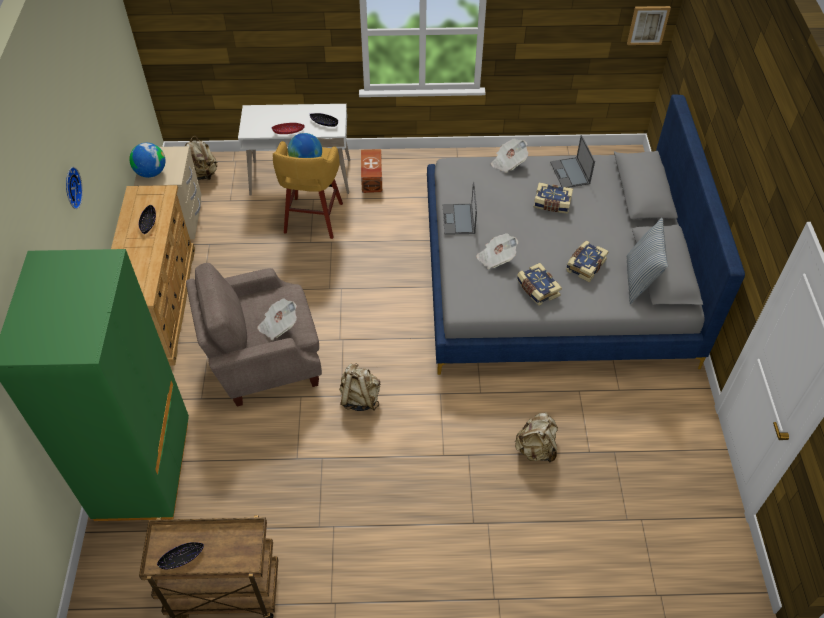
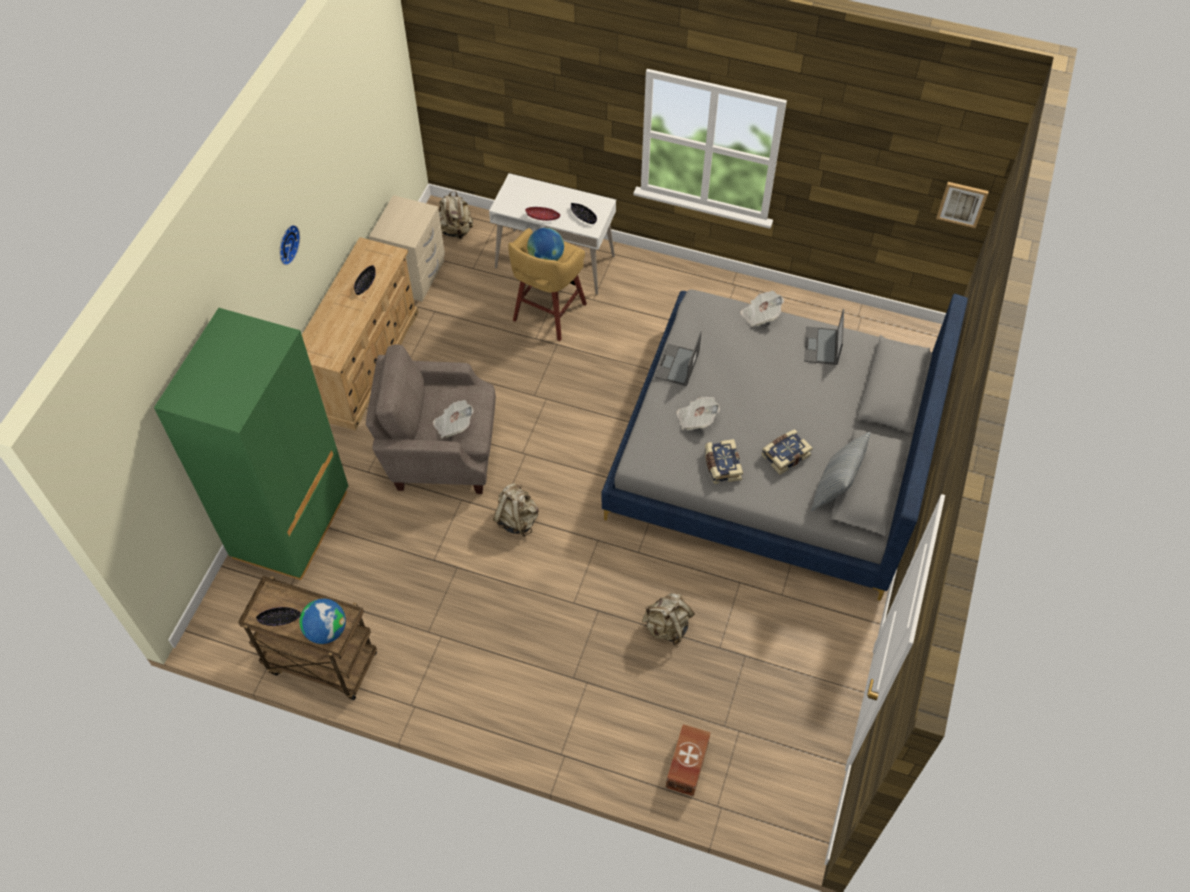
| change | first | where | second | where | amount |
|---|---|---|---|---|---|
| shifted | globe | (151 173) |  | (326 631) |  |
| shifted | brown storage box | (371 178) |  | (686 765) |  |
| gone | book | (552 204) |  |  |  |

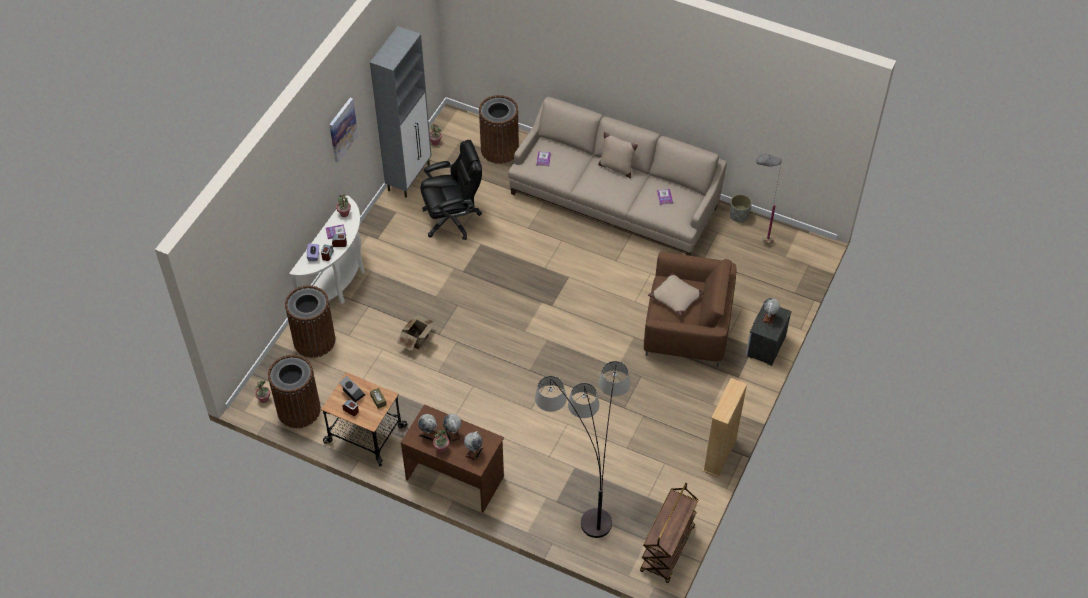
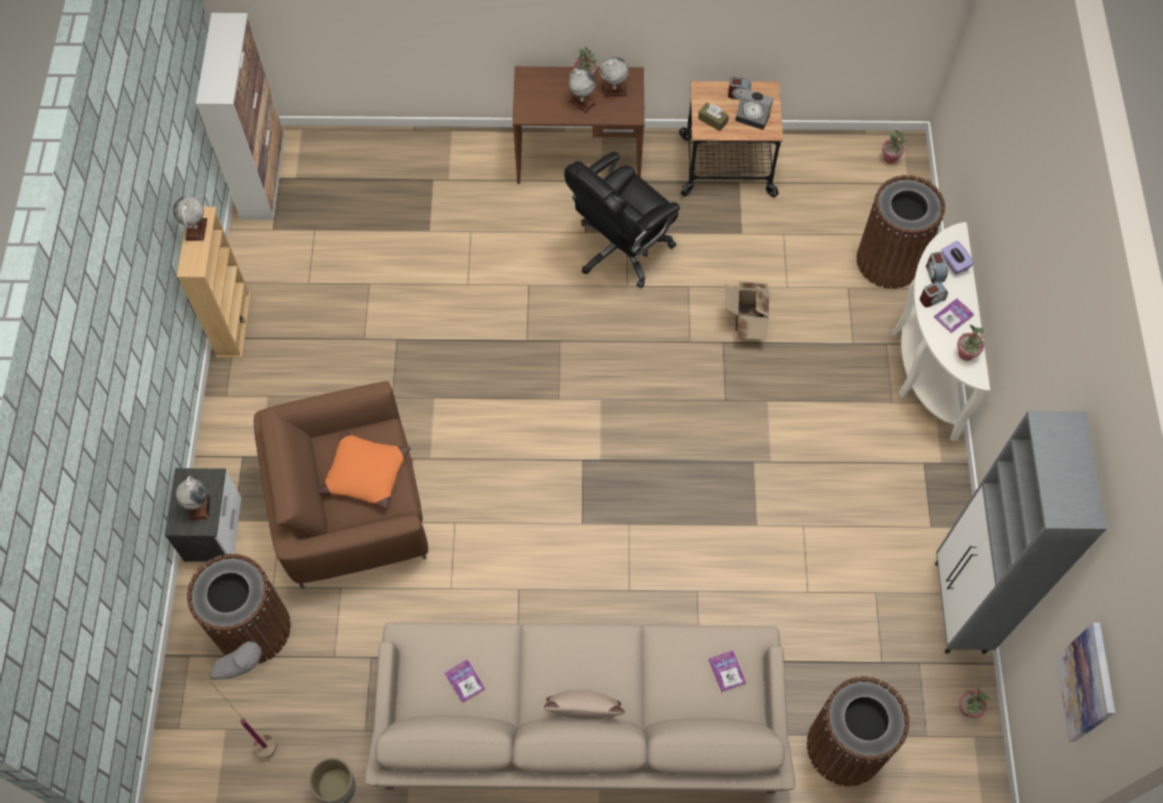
| change | first | where | second | where | amount |
|---|---|---|---|---|---|
| shifted | picture | (342 129) |  | (1087 683) |  |
| shifted | black office chair | (452 218) |  | (621 249) |  |
| repainted | beige pillow | (676 297) | orange pillow | (365 474) |  |
| shifted | brown trash can | (298 409) |  | (253 628) |  |
| gone | floor lamp | (584 491) |  |  |  |
| shifted | globe | (474 452) |  | (196 229) |  |
| swapped | brown cart | (667 550) | cabinet | (263 176) |  |

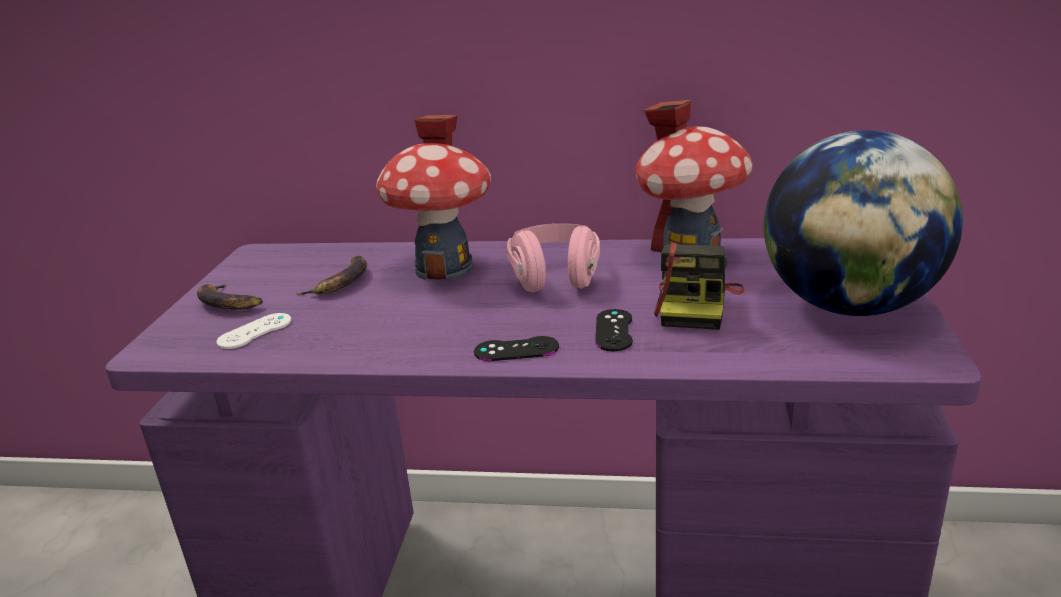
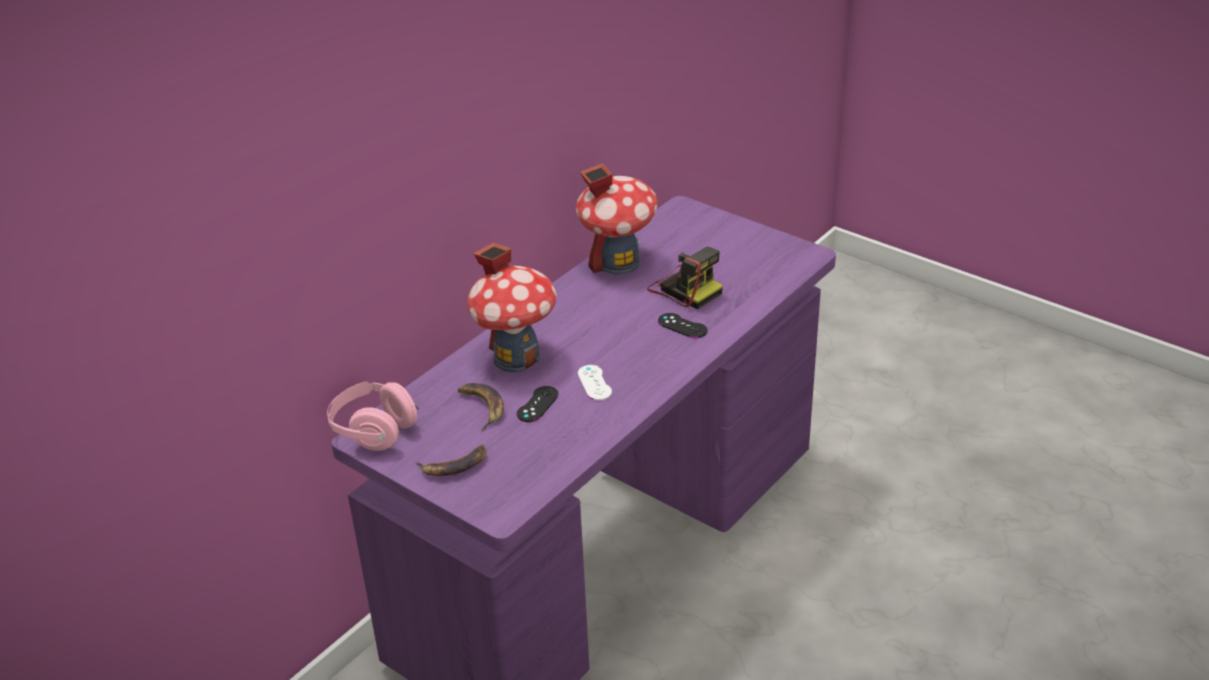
| change | first | where | second | where | amount |
|---|---|---|---|---|---|
| gone | globe | (849 305) |  |  |  |
| shifted | pink headphones | (555 278) |  | (374 431) |  |
| shifted | white game controller | (255 331) |  | (594 383) |  |
| shifted | black game controller | (516 349) |  | (537 404) |  |

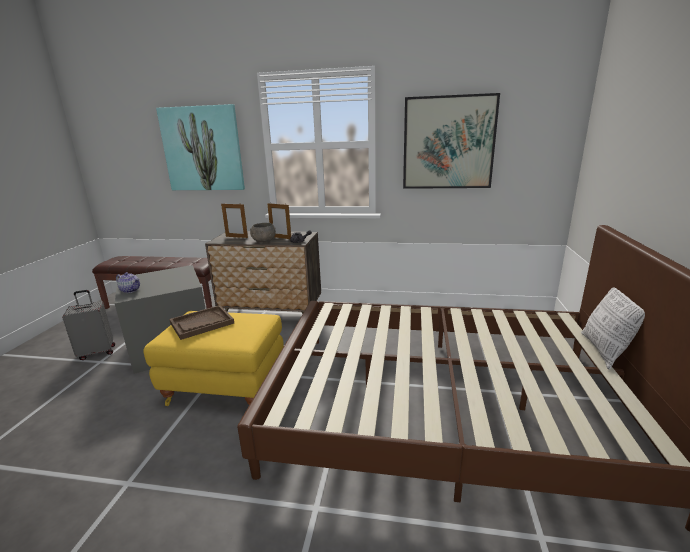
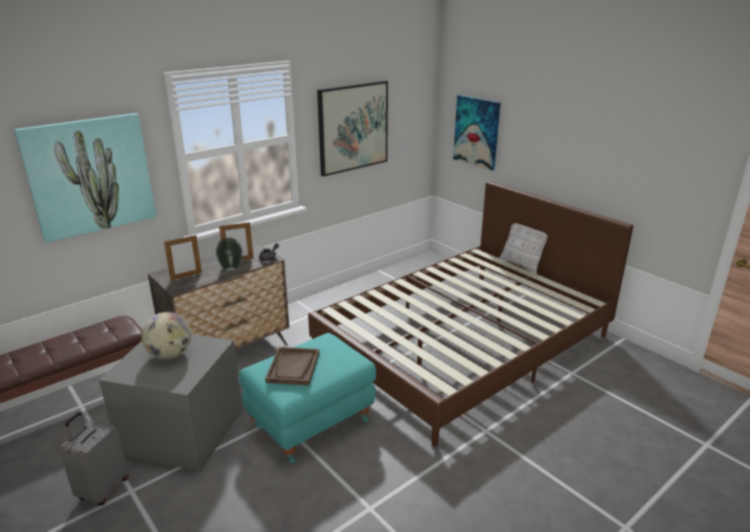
| change | first | where | second | where | amount |
|---|---|---|---|---|---|
| swapped | grey bowl | (263 241) | vase | (231 270) |  |
| gone | teapot | (131 290) |  |  |  |
| repainted | yellow ottoman | (226 386) | turquoise ottoman | (310 421) |  |
| new |  |  | picture | (476 132) |  |
| new |  |  | globe | (170 355) |  |

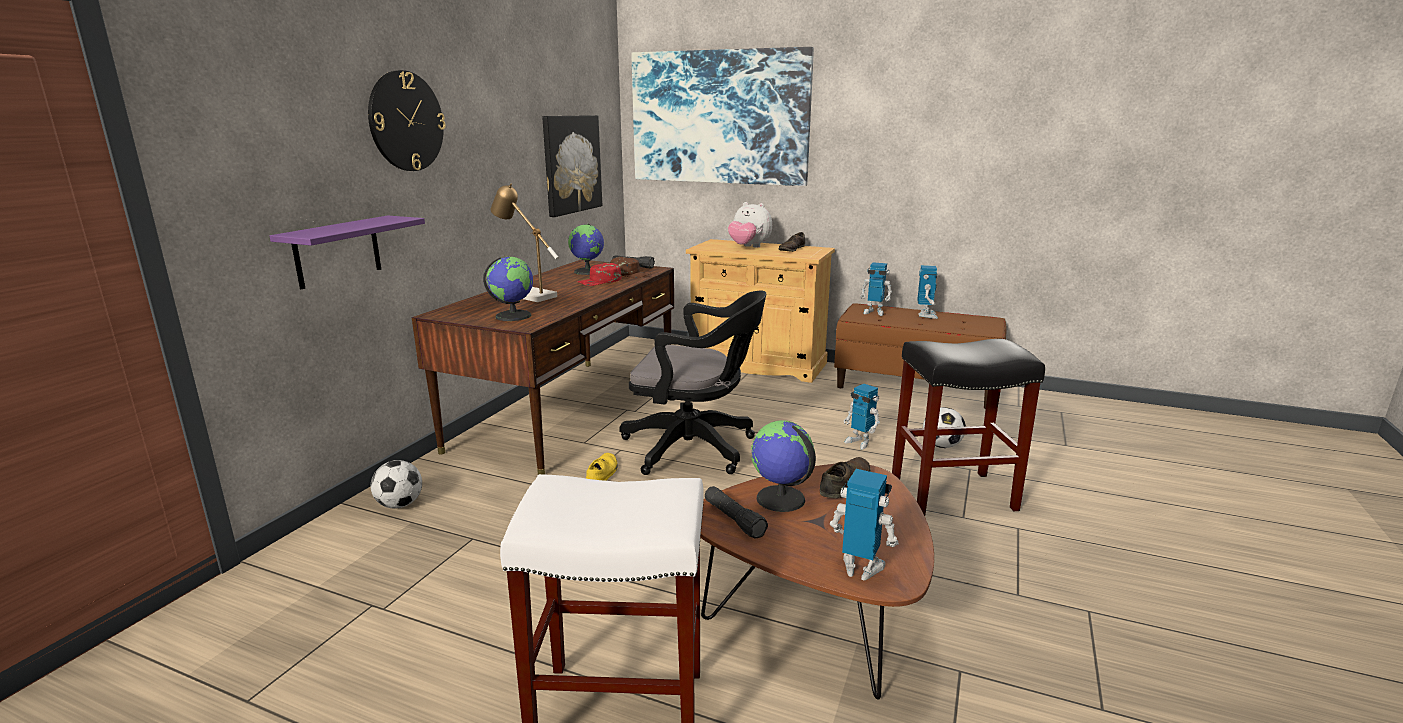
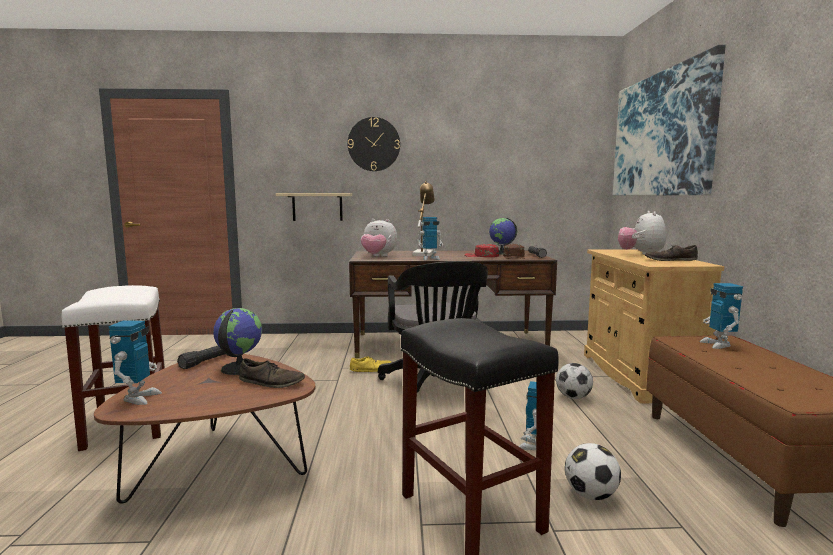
| change | first | where | second | where | amount |
|---|---|---|---|---|---|
| gone | picture | (571 164) |  |  |  |
| repainted | purple shelf | (337 251) | beige shelf | (317 207) |  |
| swapped | globe | (513 316) | plush toy | (378 256) |  |
| shifted | toy robot | (926 315) |  | (430 259) |  |
| shifted | football | (400 505) |  | (573 397) |  |

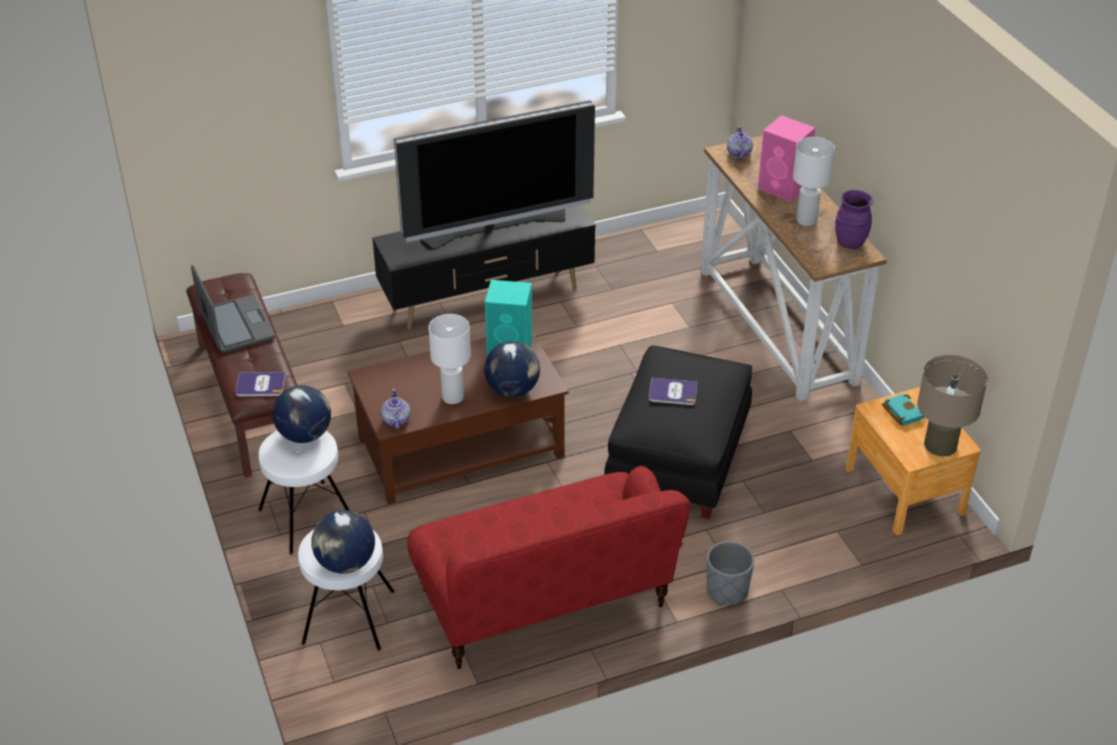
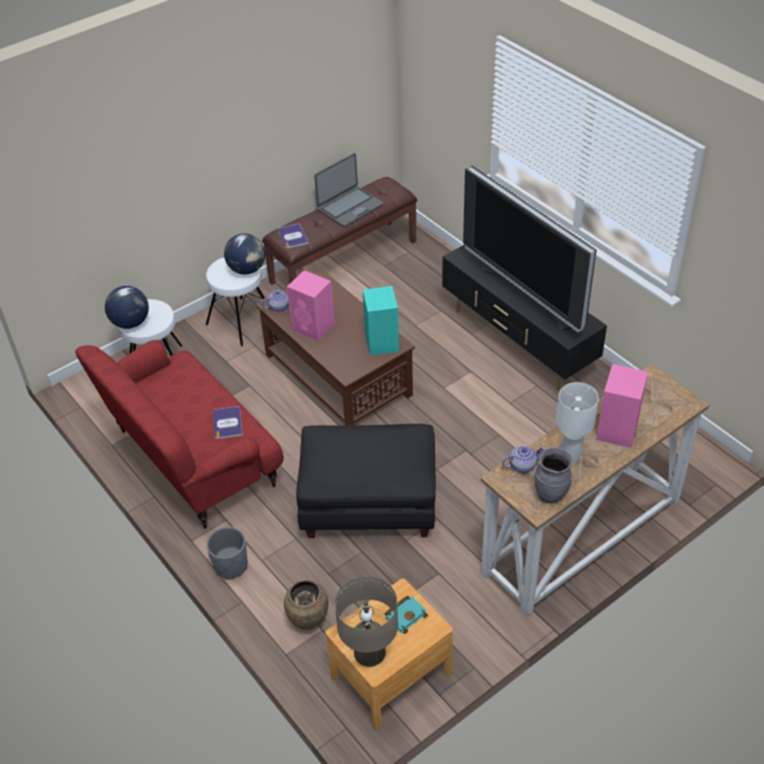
| change | first | where | second | where | amount |
|---|---|---|---|---|---|
| shifted | teapot | (738 153) |  | (522 465) |  |
| repainted | purple vase | (850 242) | grey vase | (551 494) |  |
| swapped | white table lamp | (453 397) | pink speaker | (314 327) |  |
| gone | globe | (513 390) |  |  |  |
| shifted | book | (673 392) |  | (227 423) |  |
| new |  |  | brown vase | (308 621) |  |

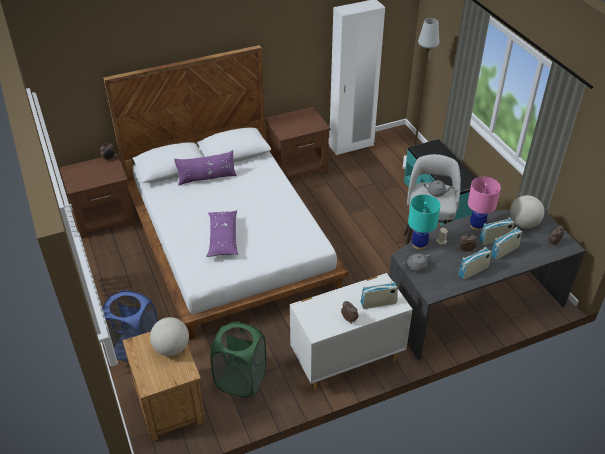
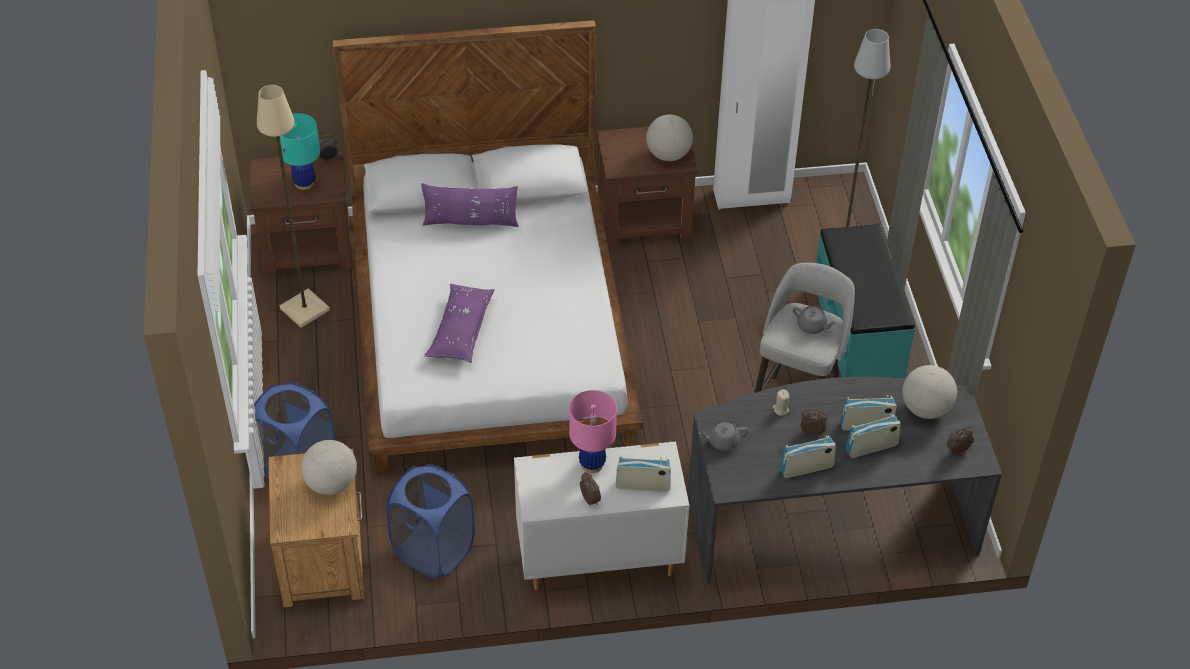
| change | first | where | second | where | amount |
|---|---|---|---|---|---|
| shifted | pink table lamp | (477 226) |  | (592 464) |  |
| shifted | turquoise table lamp | (419 245) |  | (304 183) |  |
| repainted | green laundry basket | (240 380) | blue laundry basket | (433 551) |  |
| new |  |  | beige floor lamp | (304 308) |  |
| new |  |  | globe | (668 155) |  |

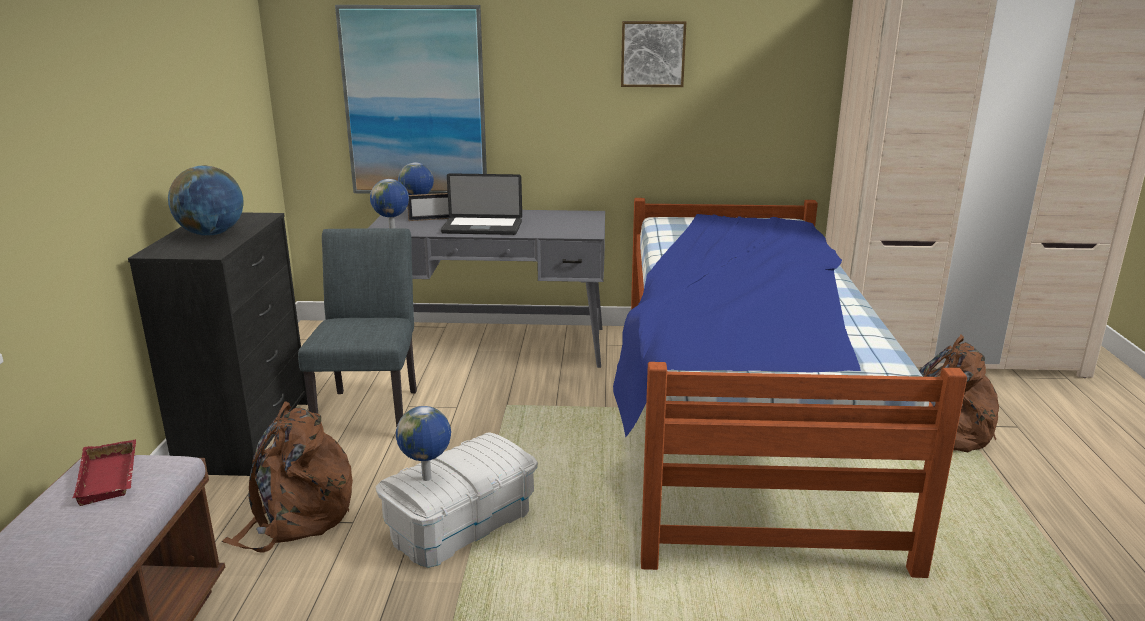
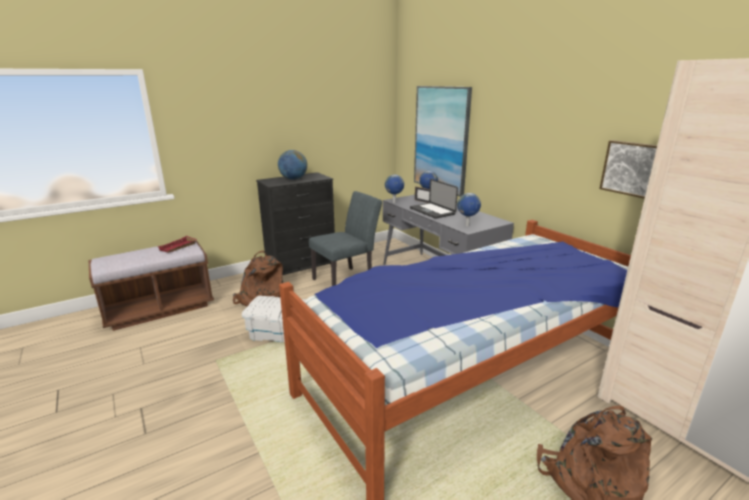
| change | first | where | second | where | amount |
|---|---|---|---|---|---|
| shifted | picture | (652 54) |  | (631 168) |  |
| shifted | globe | (427 478) |  | (467 226) |  |

